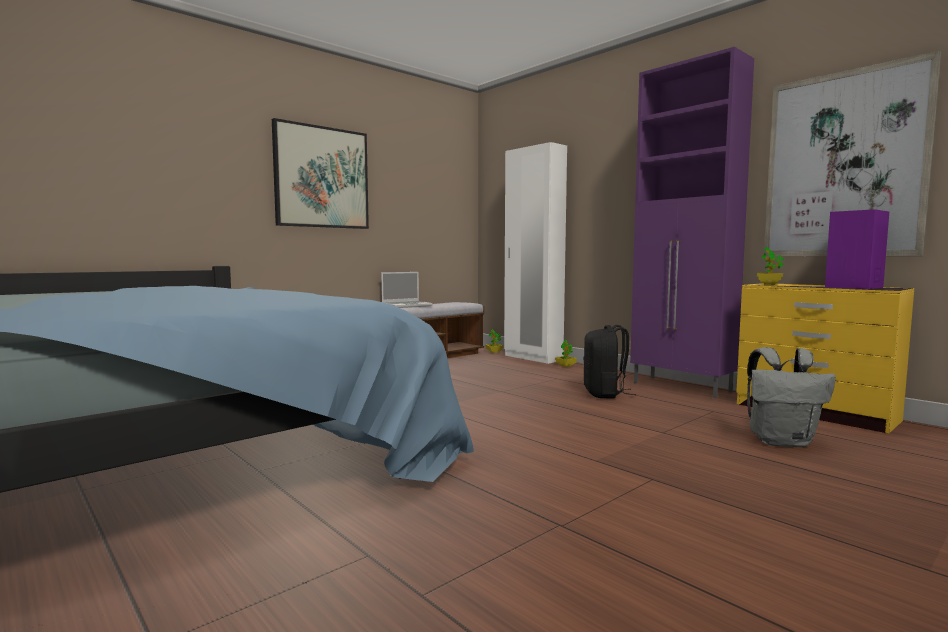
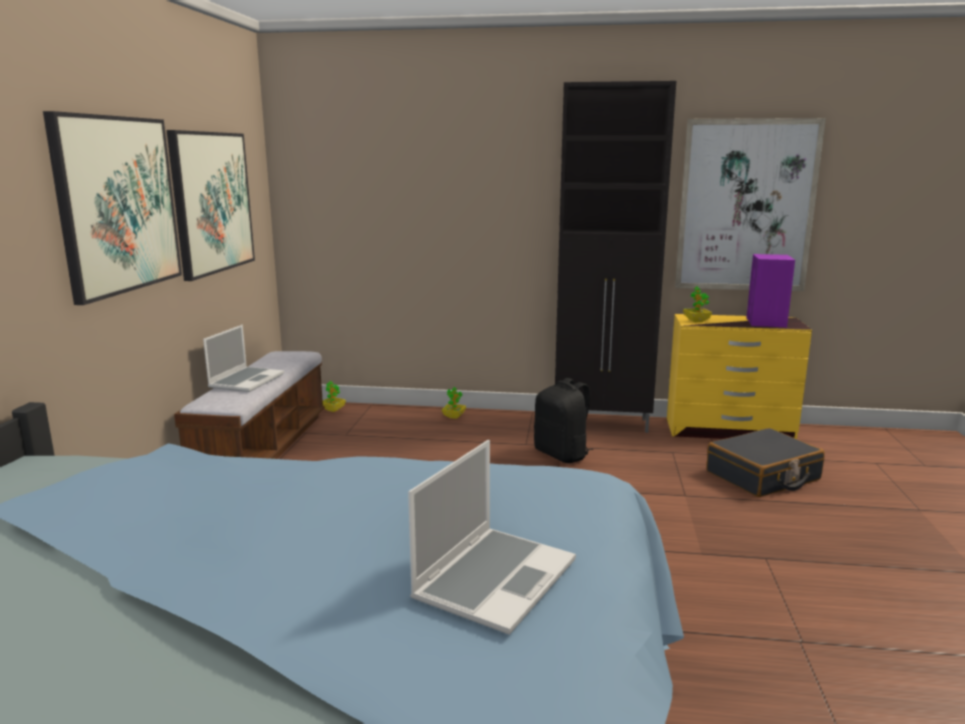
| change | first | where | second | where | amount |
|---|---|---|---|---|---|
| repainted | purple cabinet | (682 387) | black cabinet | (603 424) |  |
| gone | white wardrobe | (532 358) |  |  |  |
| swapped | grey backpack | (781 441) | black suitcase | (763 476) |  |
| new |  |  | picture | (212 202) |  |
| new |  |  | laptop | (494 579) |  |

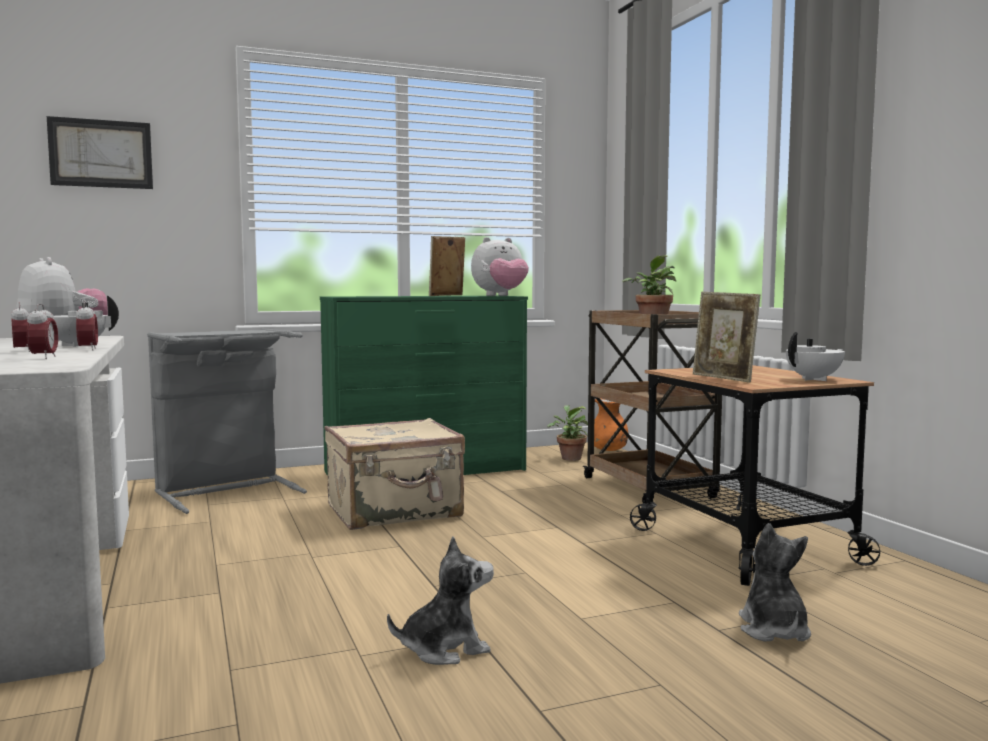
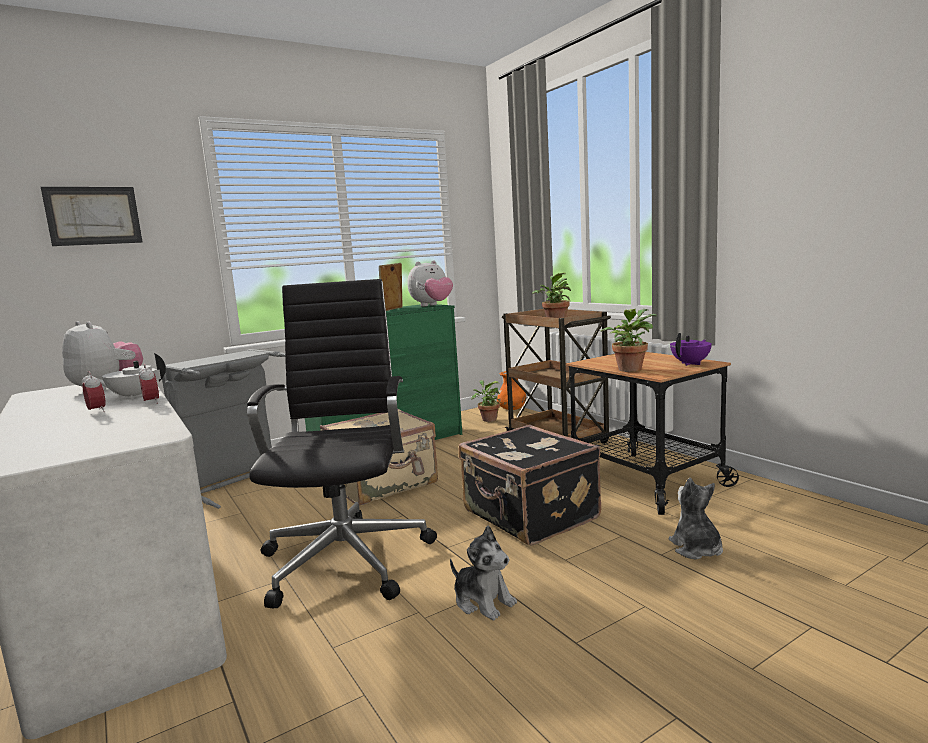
| change | first | where | second | where | amount |
|---|---|---|---|---|---|
| swapped | picture frame | (723 378) | potted plant | (630 369) |  |
| gone | alarm clock | (44 358) |  |  |  |
| repainted | white teapot | (814 379) | purple teapot | (691 363) |  |
| rotated | plush toy | (444 649) |  | (483 601) | 75 degrees clockwise |
| new |  |  | black office chair | (347 557) |  |
| new |  |  | black suitcase | (529 516) |  |

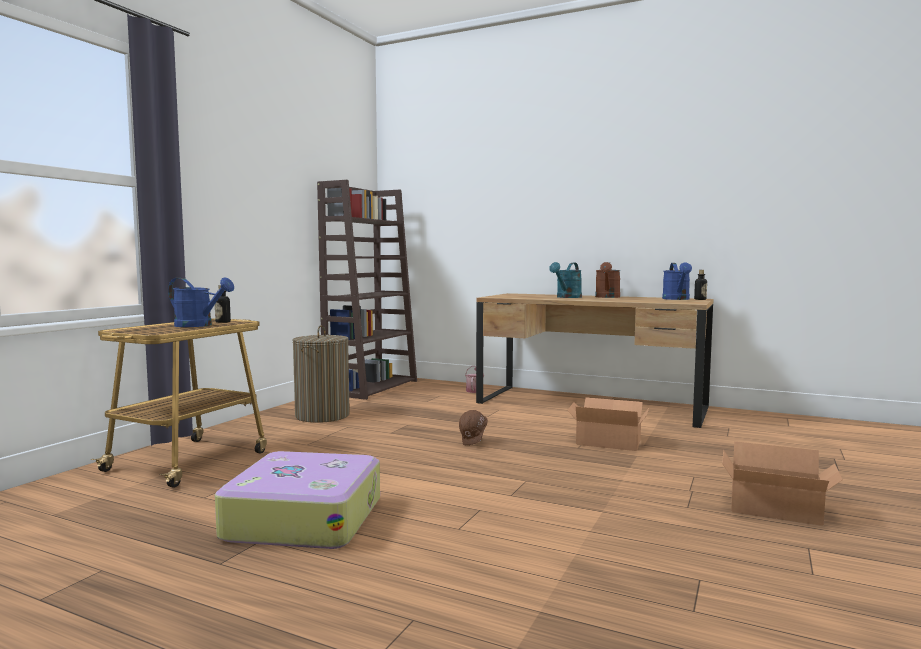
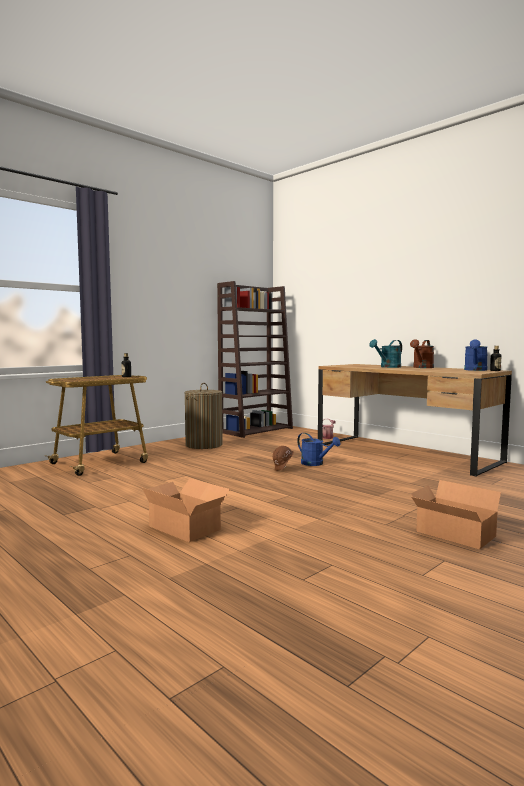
| change | first | where | second | where | amount |
|---|---|---|---|---|---|
| shifted | blue watering can | (199 325) |  | (316 464) |  |
| shifted | cardboard box | (607 441) |  | (185 527) |  |
| gone | suitcase | (304 518) |  |  |  |

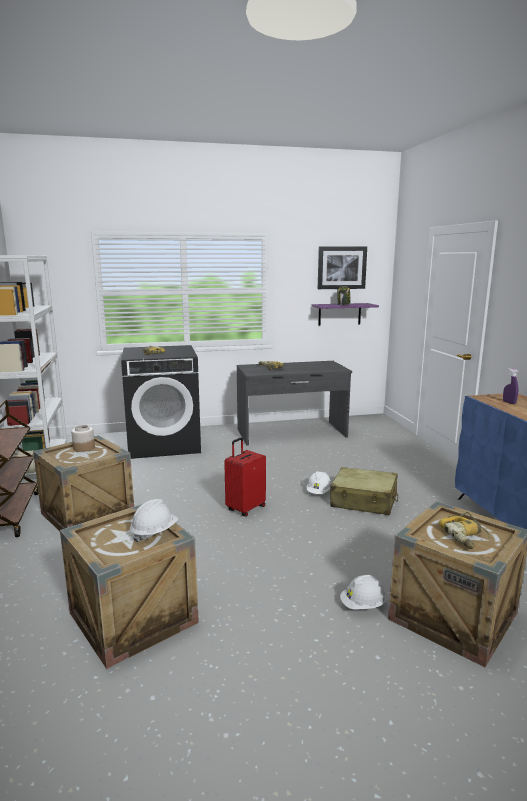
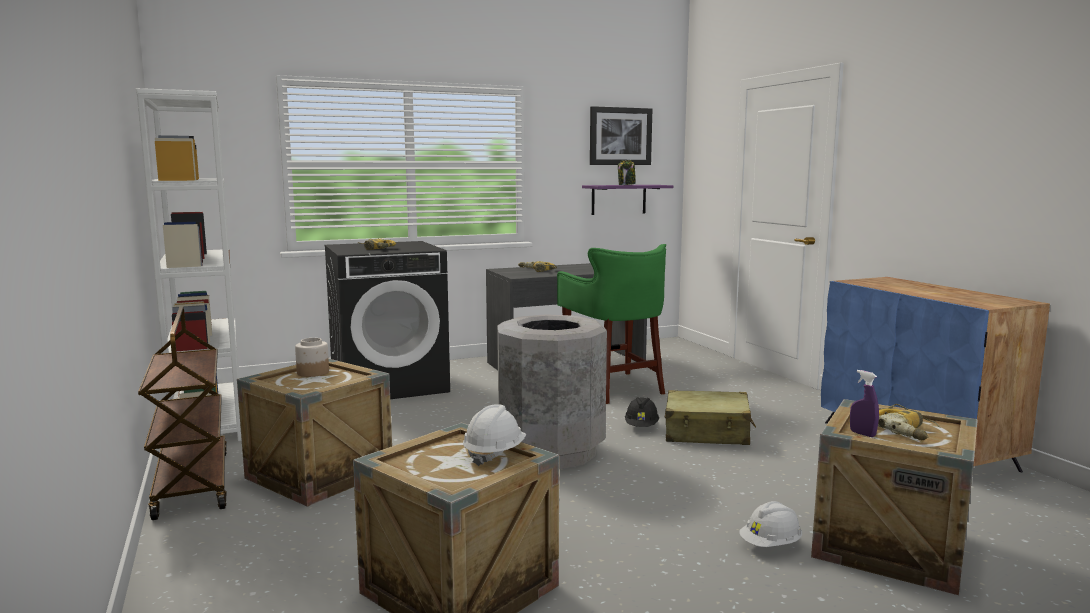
| change | first | where | second | where | amount |
|---|---|---|---|---|---|
| shifted | purple spray bottle | (509 402) |  | (862 434) |  |
| swapped | red suitcase | (245 508) | grey trash can | (550 451) |  |
| repainted | white hard hat | (319 492) | black hard hat | (641 427) |  |
| new |  |  | green stool | (614 387) |  |

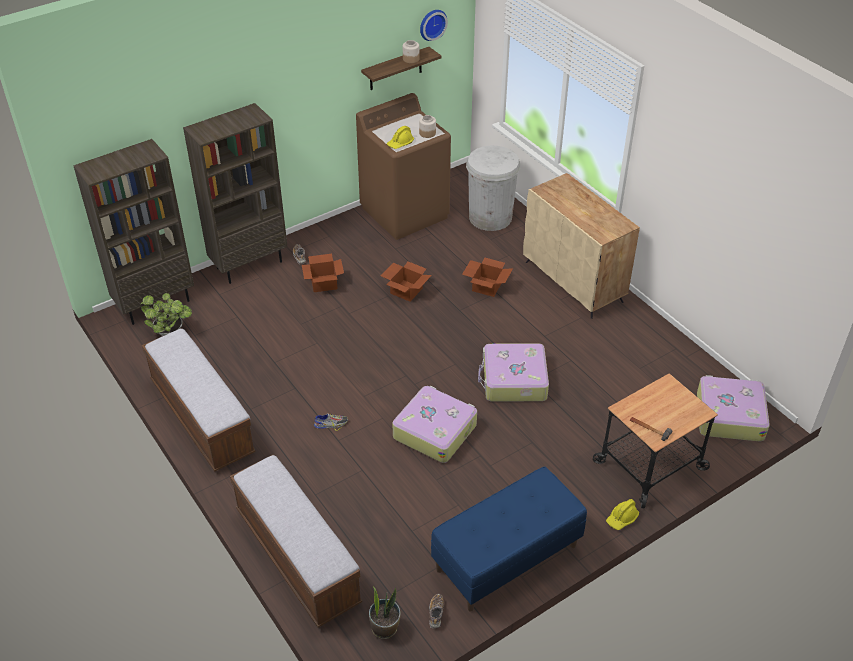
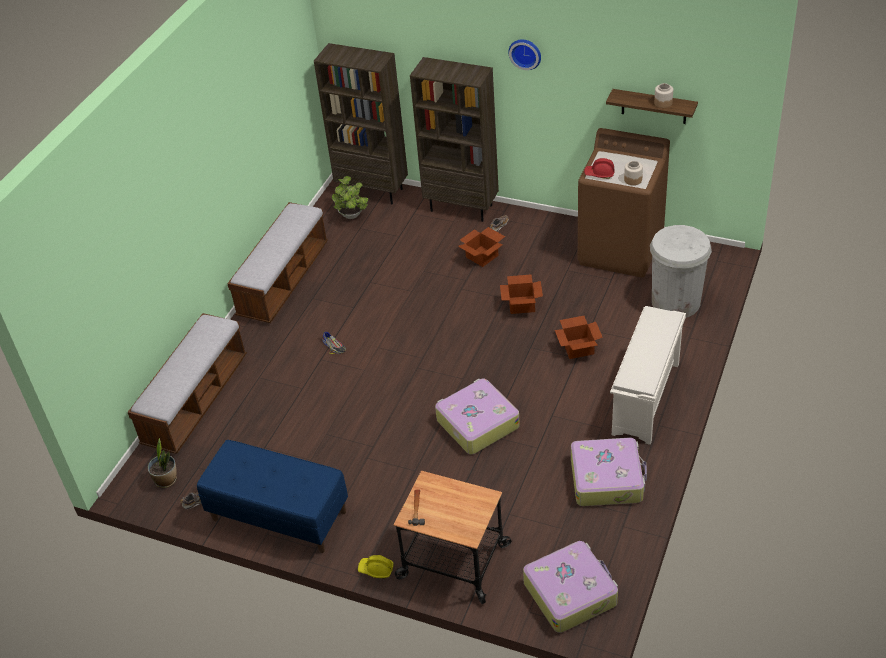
| change | first | where | second | where | amount |
|---|---|---|---|---|---|
| shifted | wall clock | (432 24) |  | (525 53) |  |
| repainted | yellow hard hat | (400 143) | red hard hat | (599 174) |  |
| swapped | beige cabinet | (574 282) | white shoe rack | (646 399) |  |
| shifted | suitcase | (435 430) |  | (607 479) |  |

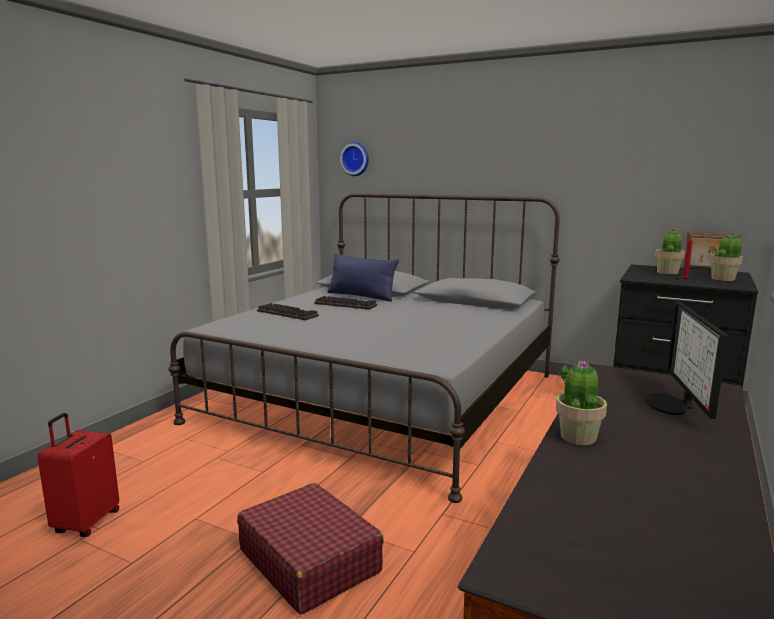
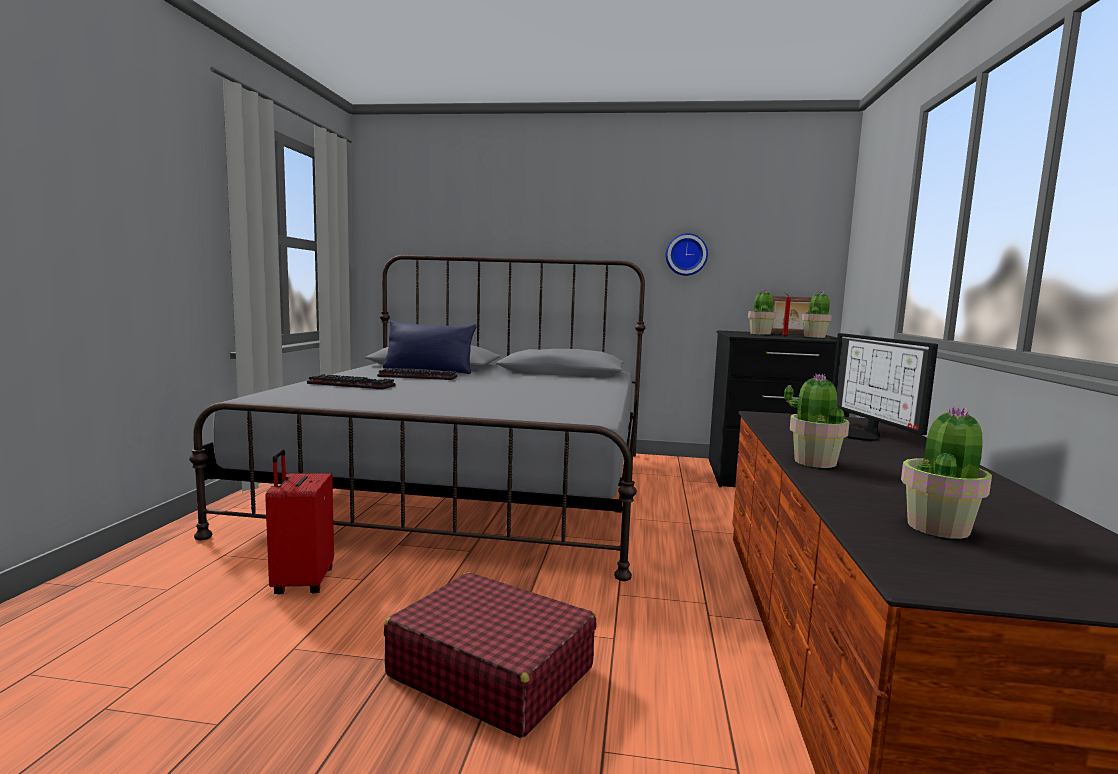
| change | first | where | second | where | amount |
|---|---|---|---|---|---|
| shifted | wall clock | (355 159) |  | (686 254) |  |
| shifted | red suitcase | (85 522) |  | (301 583) |  |
| new |  |  | potted plant | (939 527) |  |

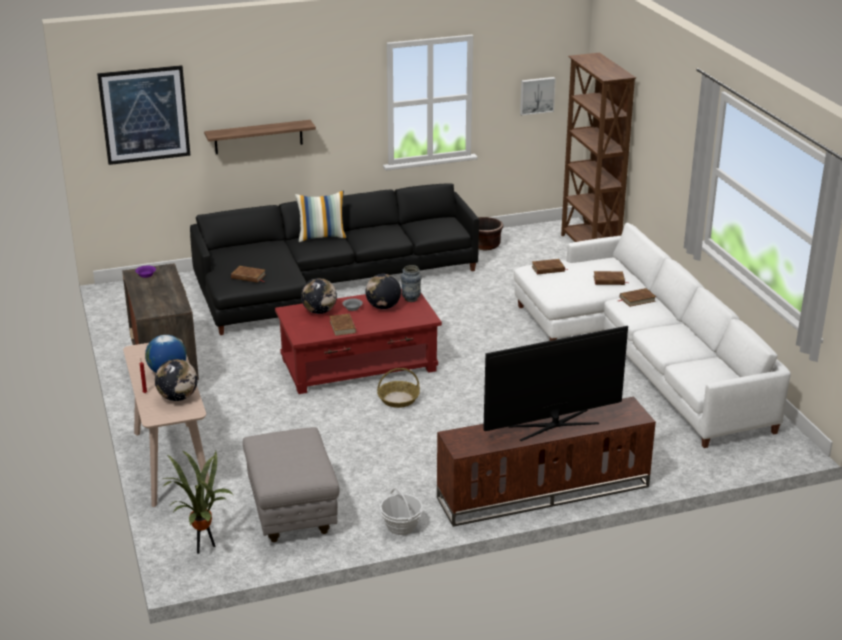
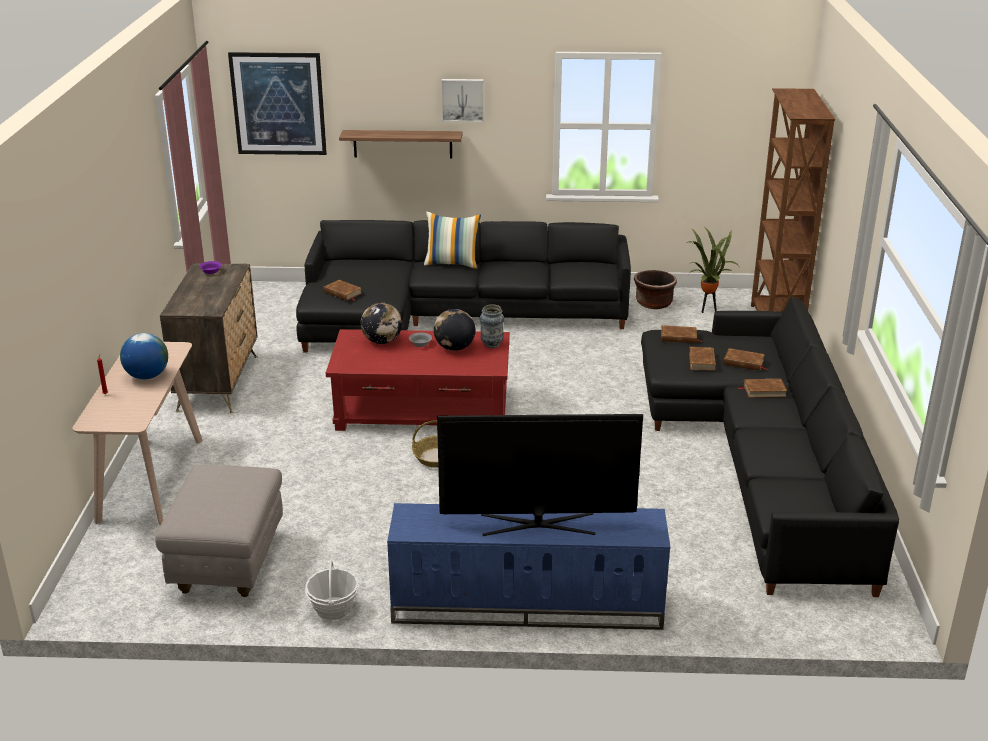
| change | first | where | second | where | amount |
|---|---|---|---|---|---|
| shifted | picture | (536 95) |  | (462 99) |  |
| repainted | white sofa | (642 353) | black sofa | (761 459) |  |
| shifted | brown book | (342 327) |  | (702 361) |  |
| gone | globe | (178 397) |  |  |  |
| repainted | brown tv stand | (542 493) | blue tv stand | (525 606) |  |
| shifted | potted plant | (202 547) |  | (706 310) |  |

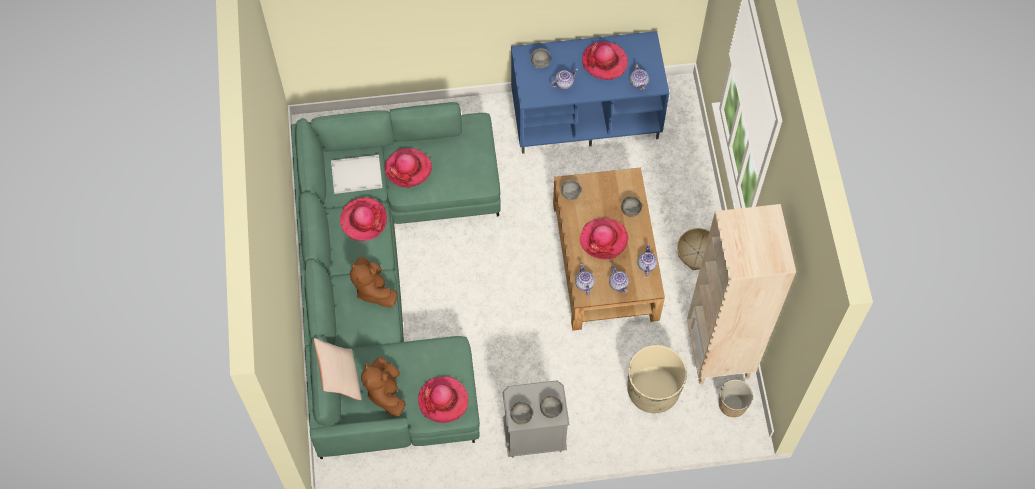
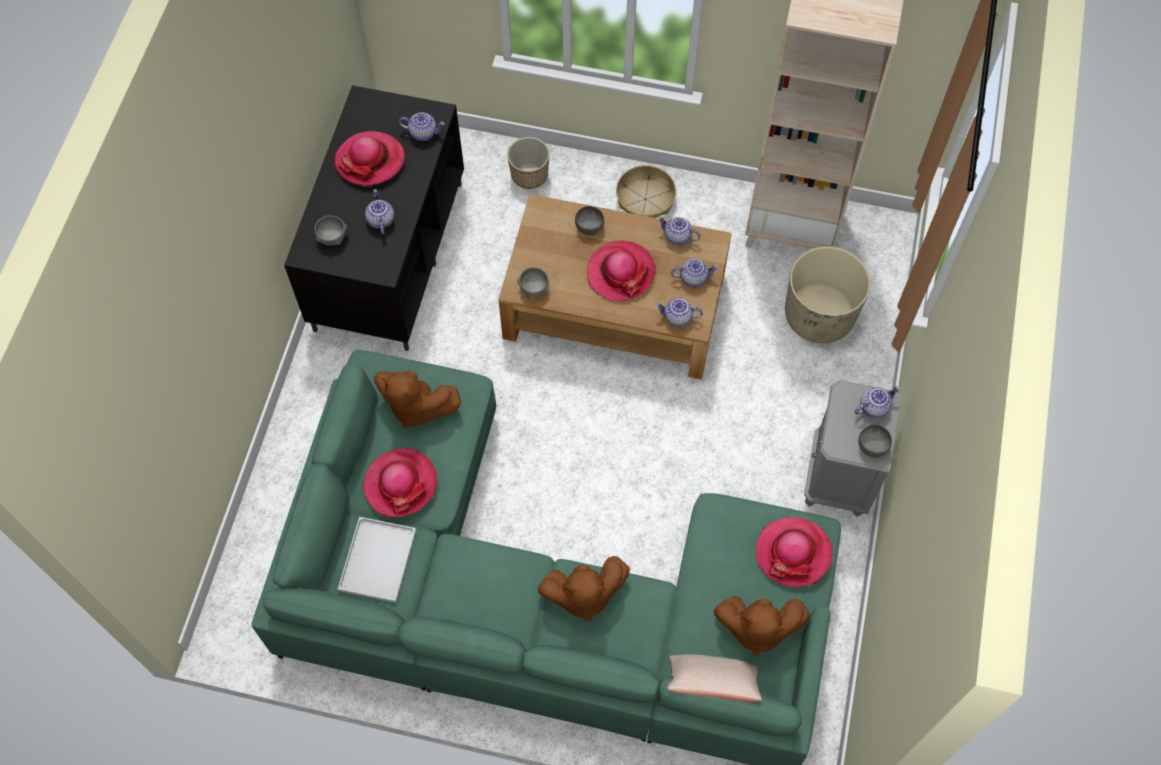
| change | first | where | second | where | amount |
|---|---|---|---|---|---|
| repainted | blue tv stand | (586 116) | black tv stand | (388 254) |  |
| gone | hat | (363 220) |  |  |  |
| shifted | planter | (733 404) |  | (529 174) |  |
| swapped | grey bowl | (550 409) | teapot | (873 406) |  |
| new |  |  | brown plush toy | (416 406) |  |

